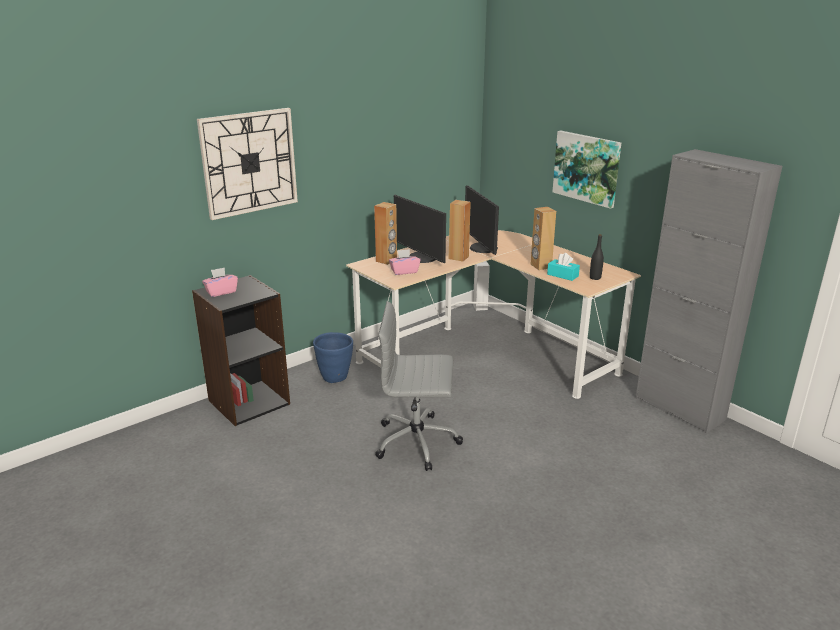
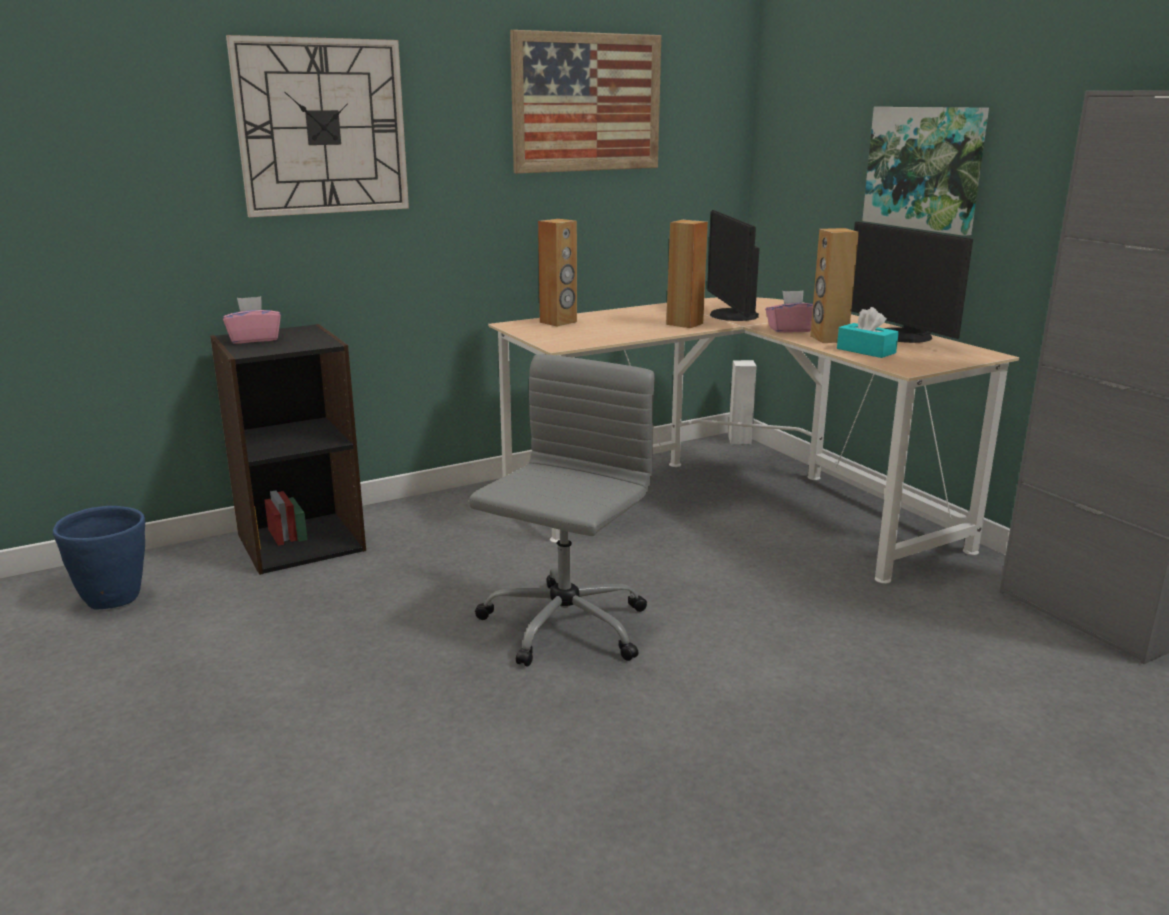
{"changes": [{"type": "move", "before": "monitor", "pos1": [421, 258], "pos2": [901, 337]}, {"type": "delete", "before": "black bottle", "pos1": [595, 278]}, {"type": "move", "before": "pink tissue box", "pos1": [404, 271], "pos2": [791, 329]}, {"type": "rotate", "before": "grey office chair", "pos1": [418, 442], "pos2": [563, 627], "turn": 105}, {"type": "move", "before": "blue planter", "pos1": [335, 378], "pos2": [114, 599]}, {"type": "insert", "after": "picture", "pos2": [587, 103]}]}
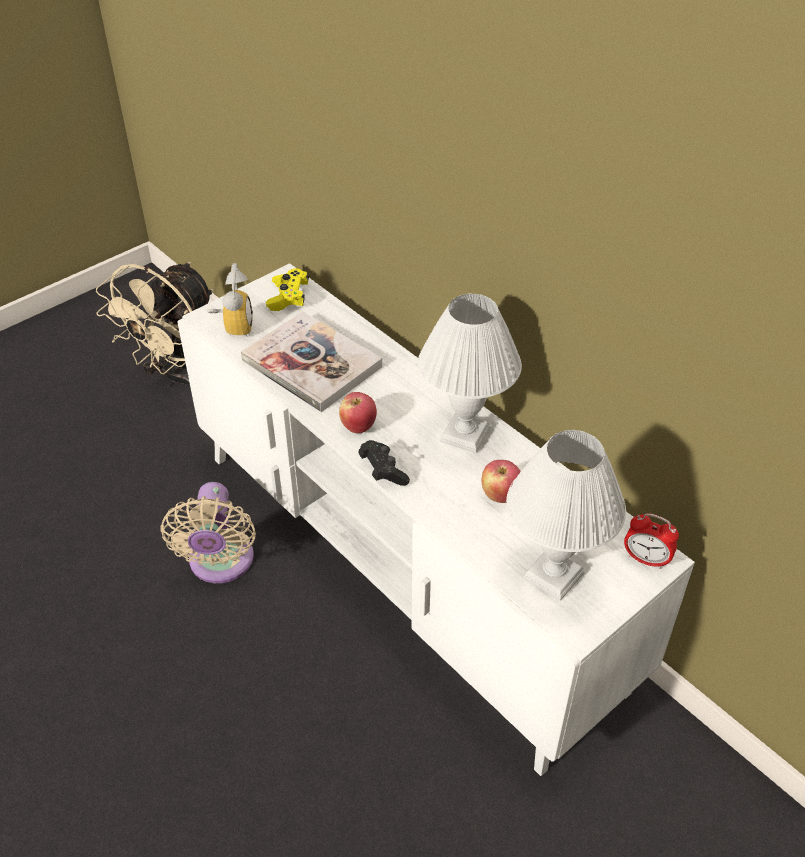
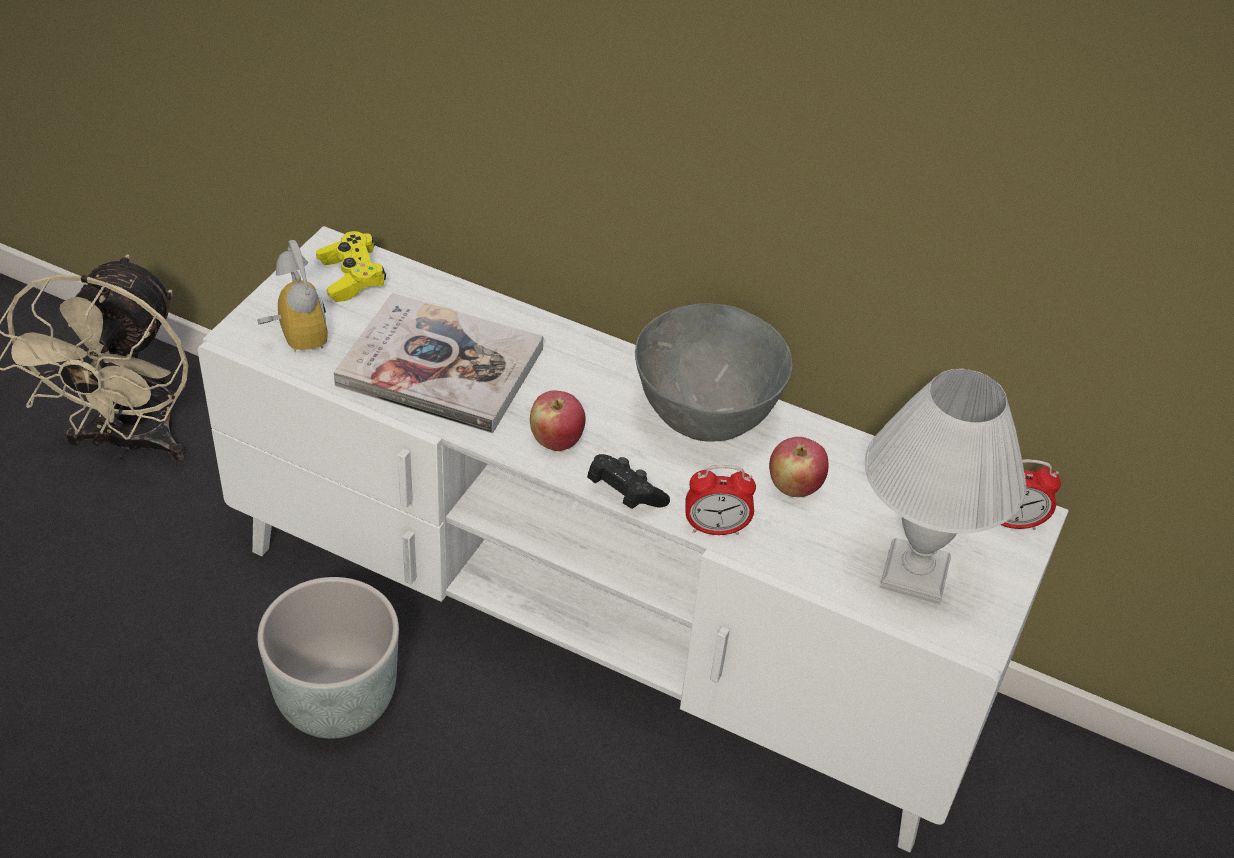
{"changes": [{"type": "replace", "before": "white table lamp", "after": "grey bowl", "pos1": [465, 435], "pos2": [706, 418]}, {"type": "replace", "before": "beige fan", "after": "grey planter", "pos1": [220, 564], "pos2": [337, 701]}, {"type": "insert", "after": "alarm clock", "pos2": [716, 528]}]}
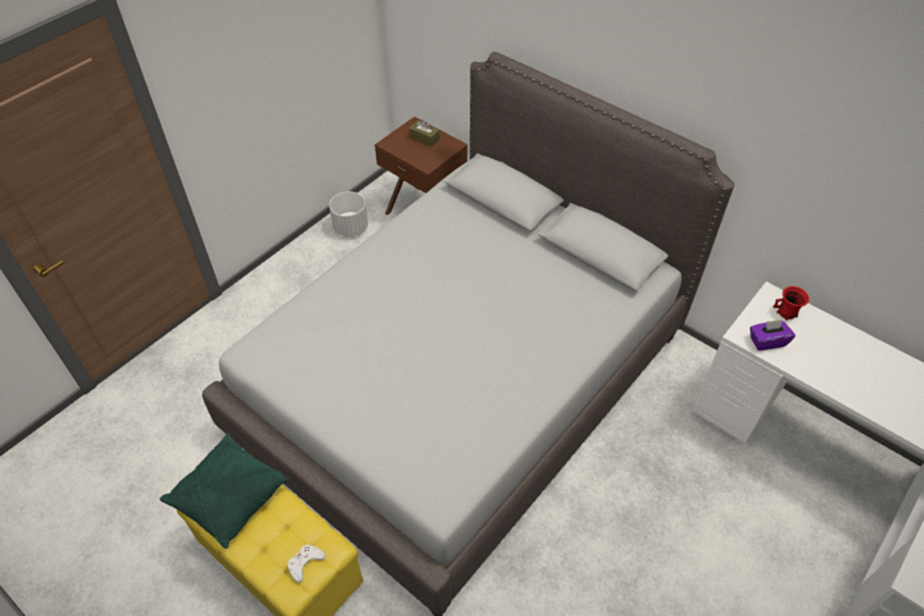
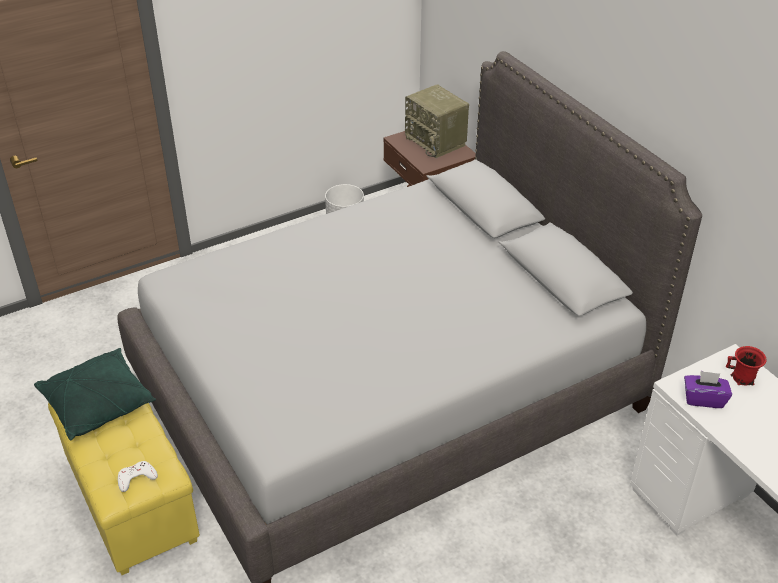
{"changes": [{"type": "replace", "before": "brown tissue box", "after": "radio", "pos1": [424, 138], "pos2": [436, 141]}]}
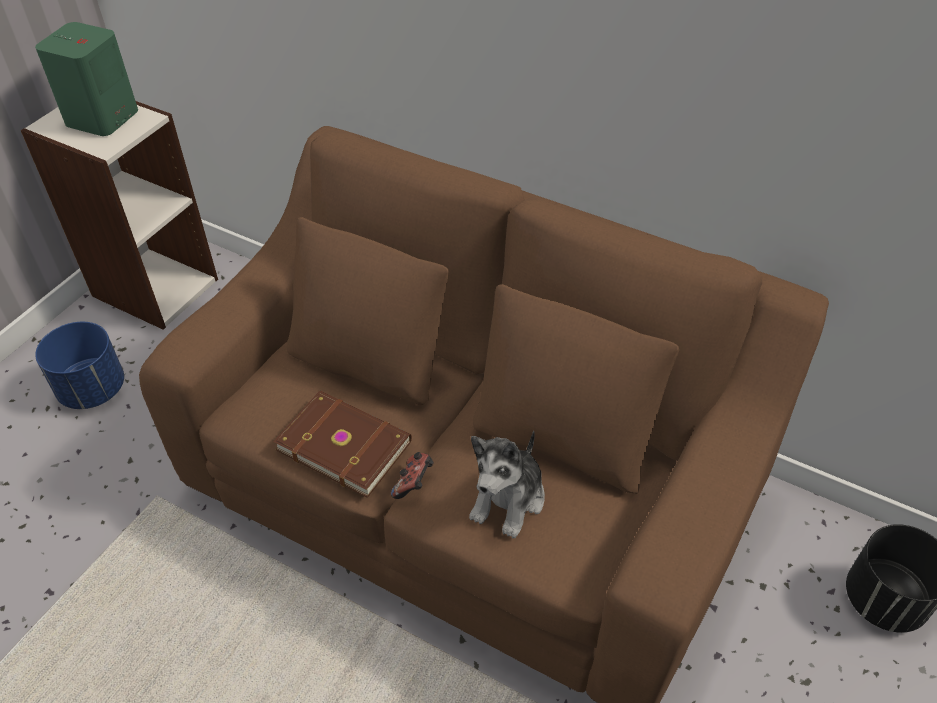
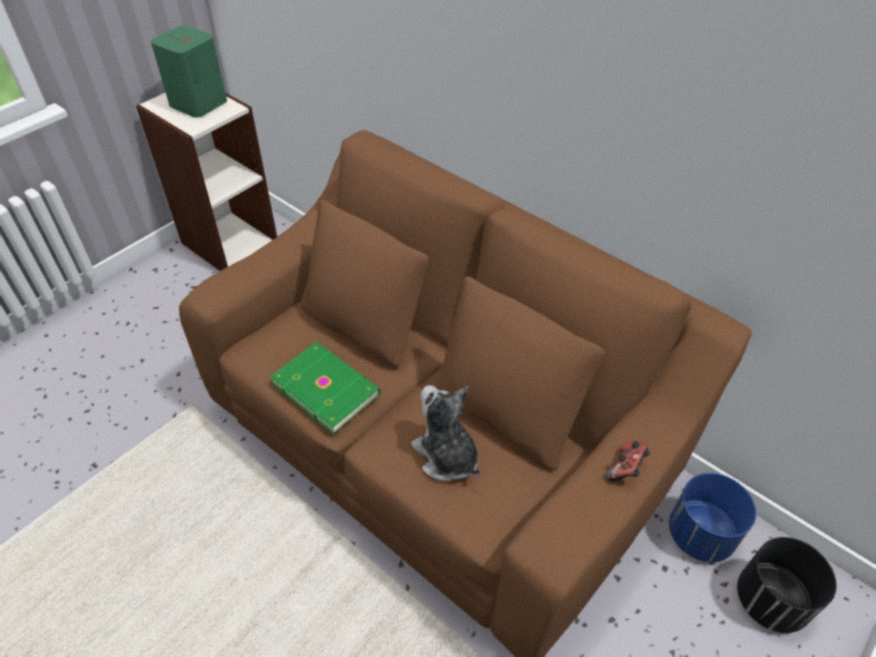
{"changes": [{"type": "move", "before": "blue planter", "pos1": [92, 390], "pos2": [699, 535]}, {"type": "recolor", "before": "brown book", "after": "green book", "pos1": [344, 444], "pos2": [326, 387]}, {"type": "rotate", "before": "plush toy", "pos1": [509, 499], "pos2": [446, 456], "turn": 105}, {"type": "move", "before": "game controller", "pos1": [414, 483], "pos2": [625, 469]}]}
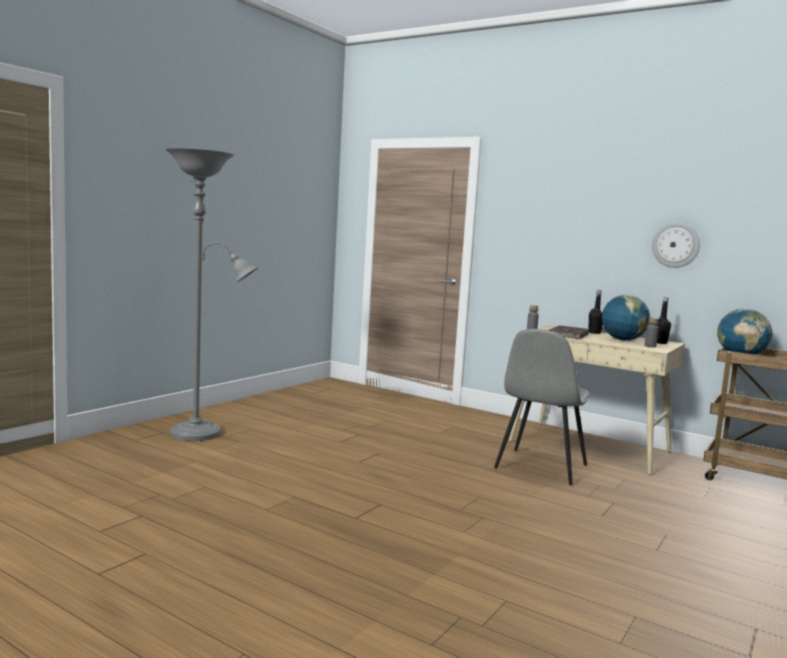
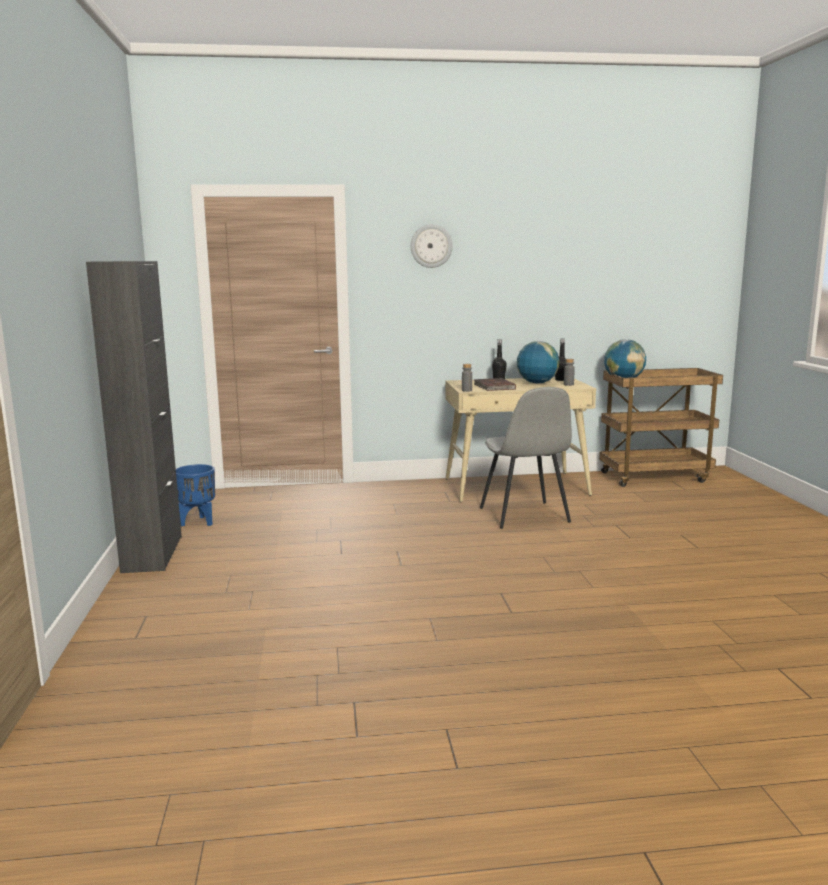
{"changes": [{"type": "delete", "before": "grey floor lamp", "pos1": [202, 434]}, {"type": "move", "before": "wall clock", "pos1": [676, 245], "pos2": [431, 246]}, {"type": "insert", "after": "black cabinet", "pos2": [152, 554]}, {"type": "insert", "after": "blue planter", "pos2": [198, 522]}]}
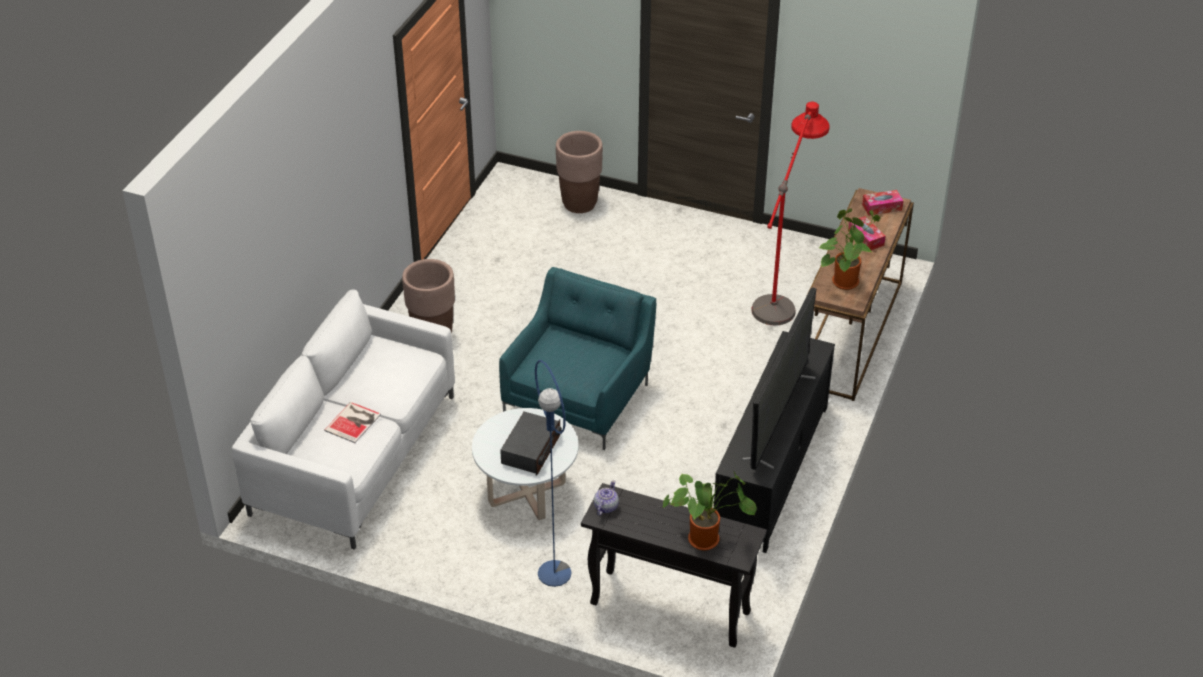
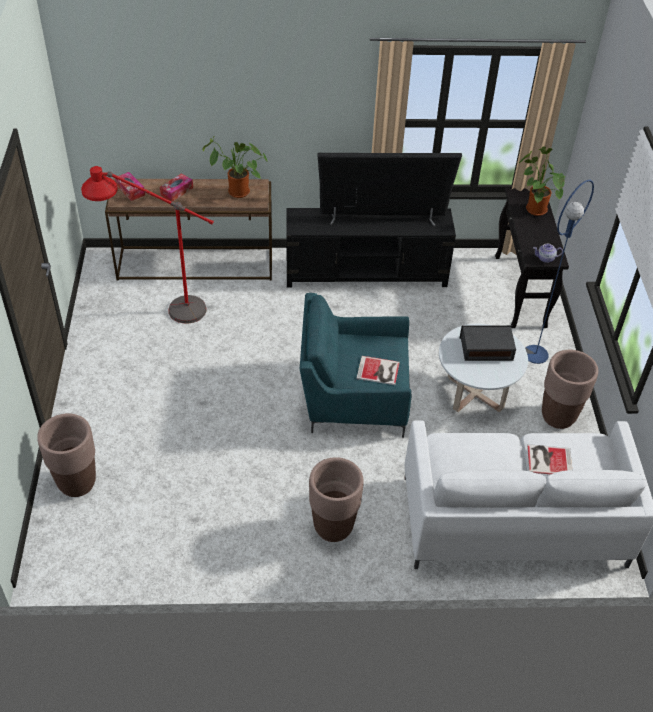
{"changes": [{"type": "insert", "after": "brown planter", "pos2": [558, 416]}, {"type": "insert", "after": "book", "pos2": [379, 371]}]}
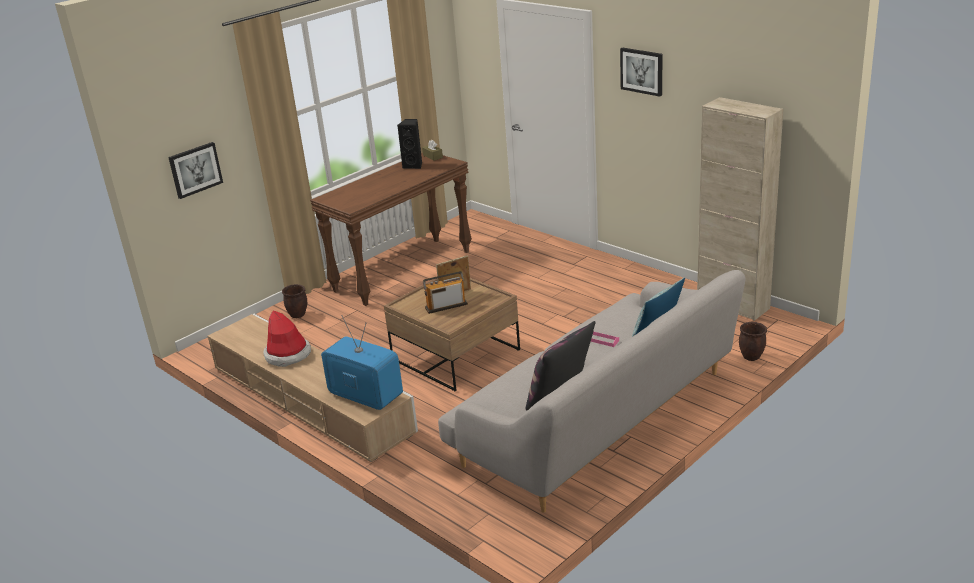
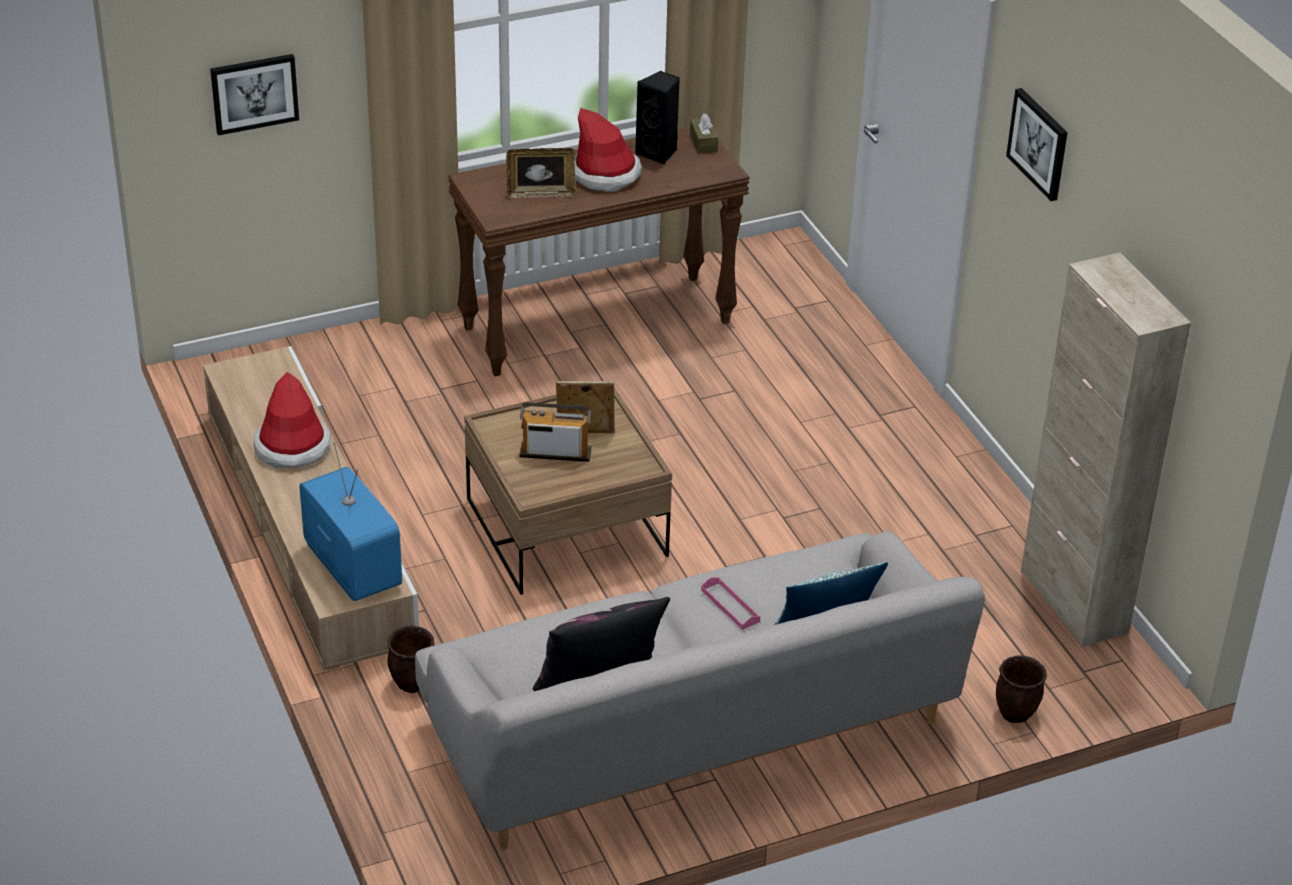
{"changes": [{"type": "move", "before": "brown planter", "pos1": [298, 315], "pos2": [411, 684]}, {"type": "insert", "after": "hat", "pos2": [605, 174]}, {"type": "insert", "after": "picture frame", "pos2": [541, 194]}]}
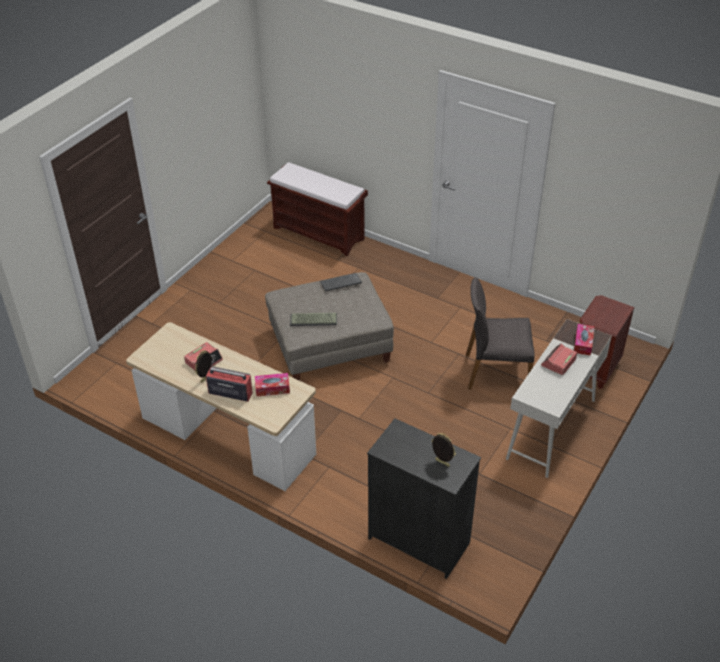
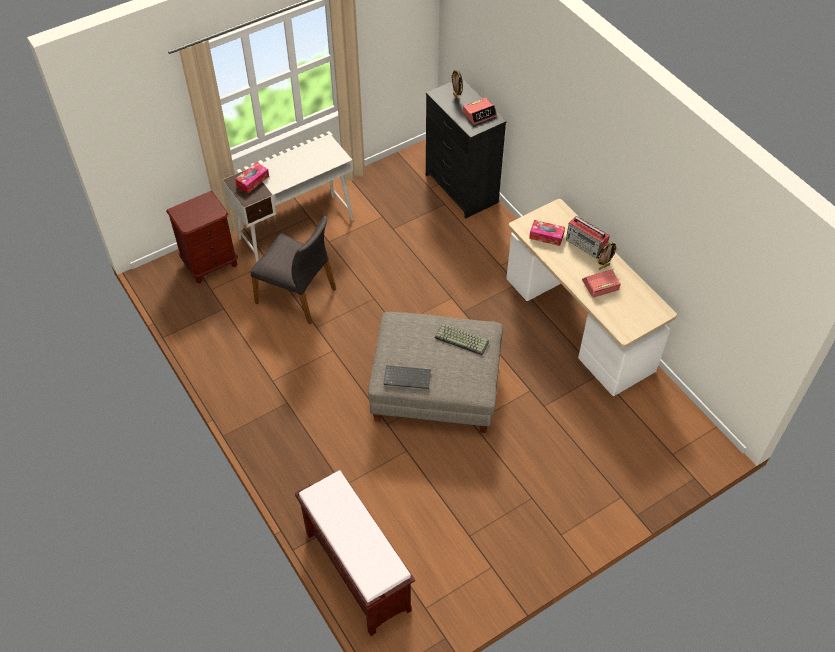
{"changes": [{"type": "move", "before": "alarm clock", "pos1": [558, 362], "pos2": [479, 114]}]}
